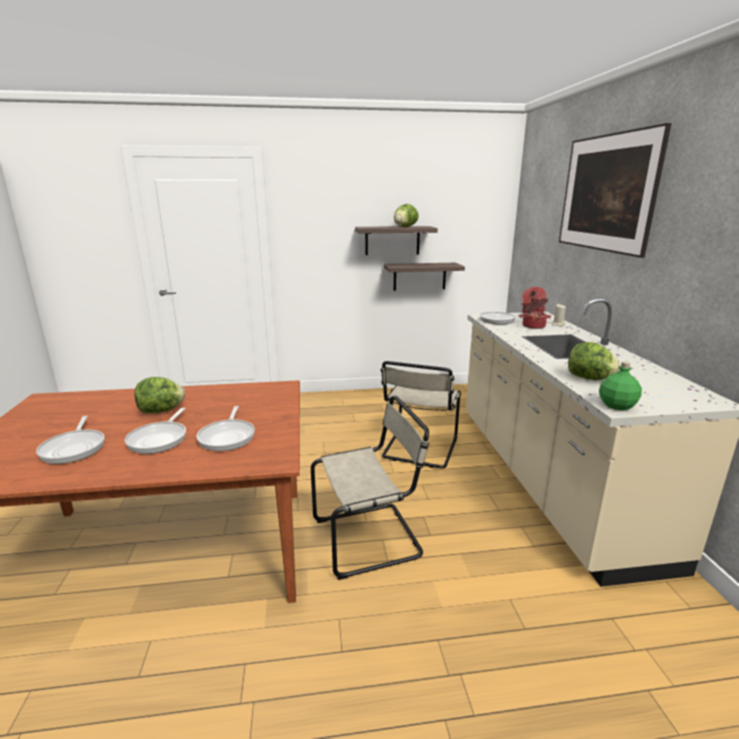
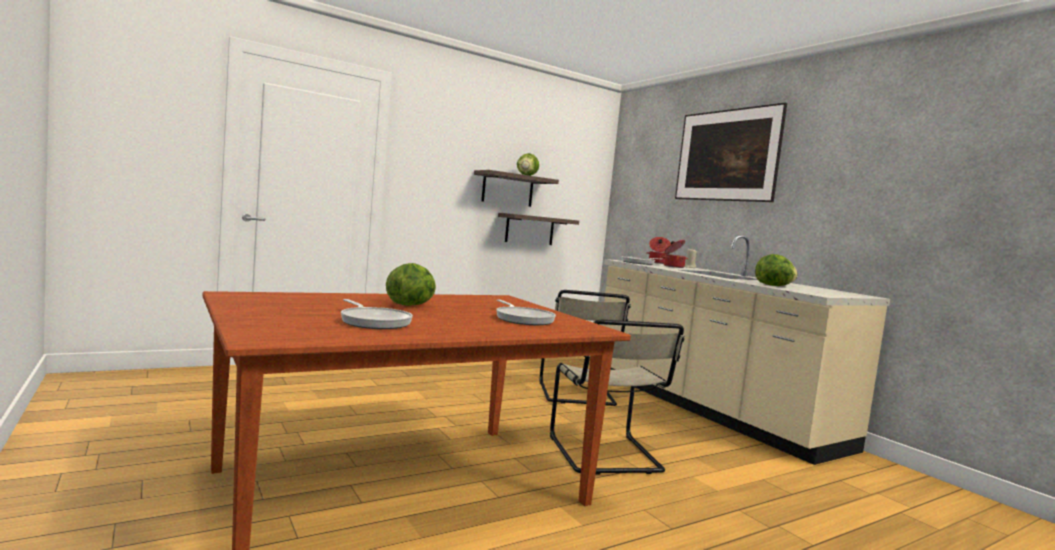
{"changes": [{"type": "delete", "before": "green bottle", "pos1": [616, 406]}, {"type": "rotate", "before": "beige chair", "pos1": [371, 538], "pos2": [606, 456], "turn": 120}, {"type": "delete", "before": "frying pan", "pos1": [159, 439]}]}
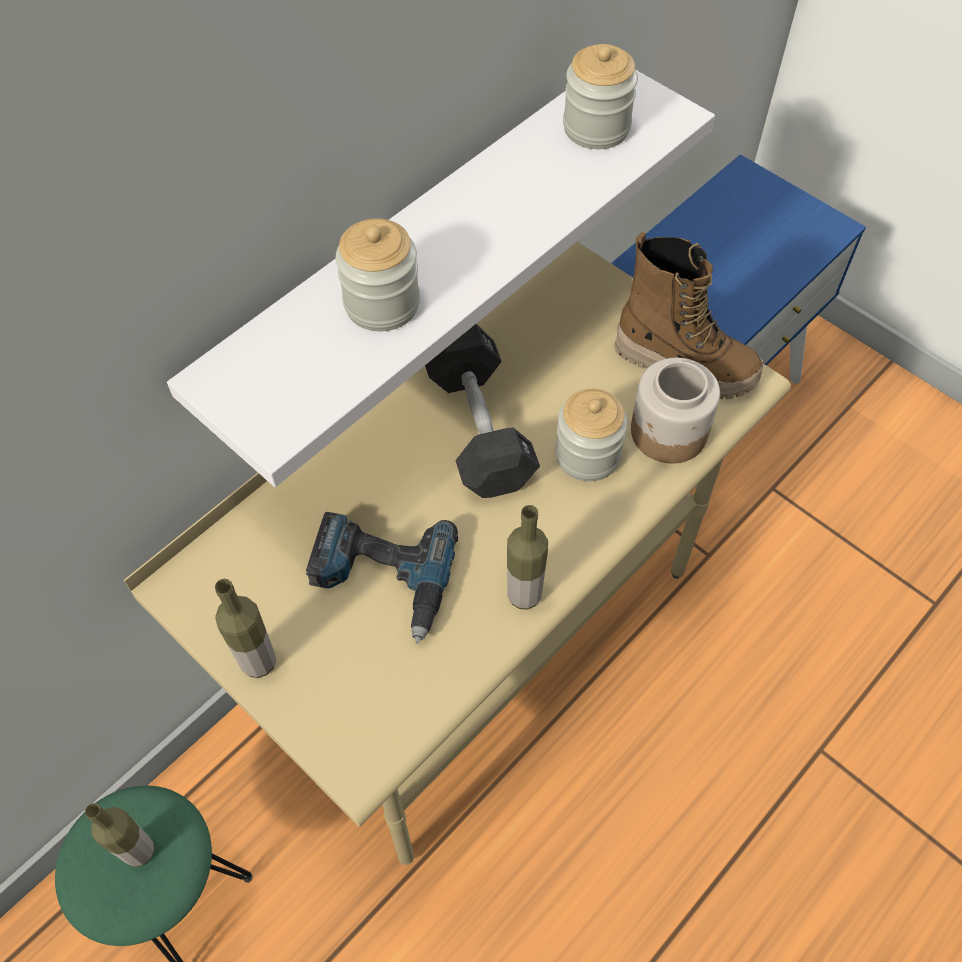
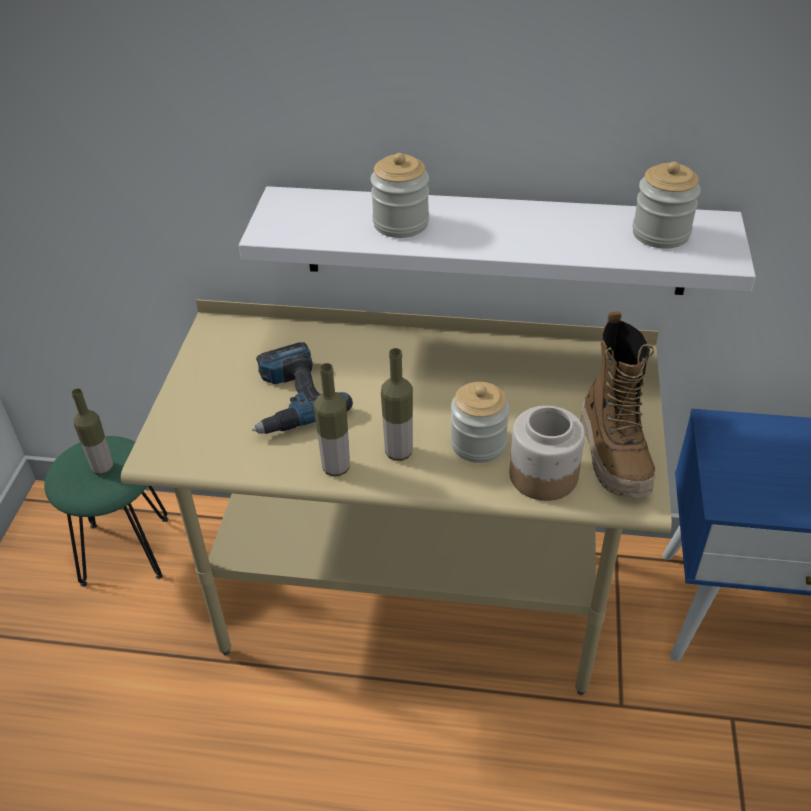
{"changes": [{"type": "delete", "before": "black dumbbell", "pos1": [479, 428]}, {"type": "move", "before": "bottle", "pos1": [259, 662], "pos2": [398, 452]}]}
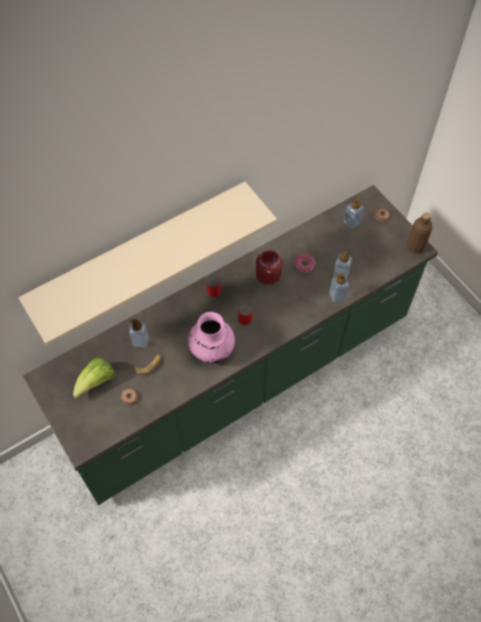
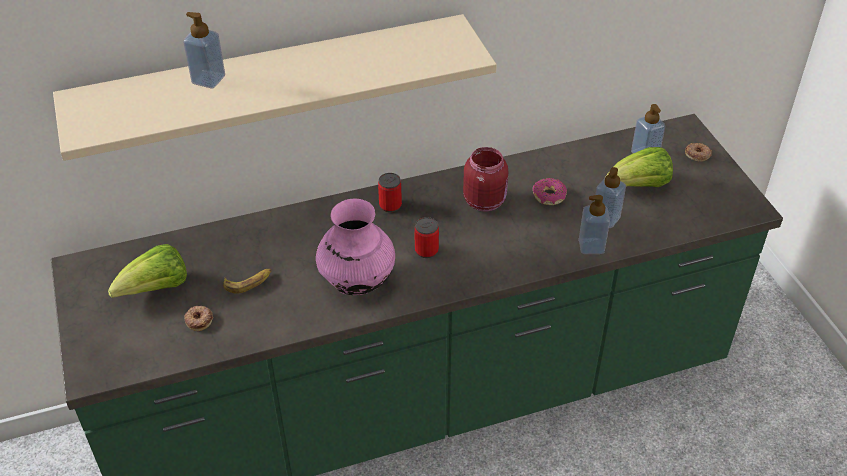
{"changes": [{"type": "delete", "before": "brown bottle", "pos1": [415, 246]}, {"type": "move", "before": "soap dispenser", "pos1": [140, 341], "pos2": [208, 79]}, {"type": "insert", "after": "lettuce", "pos2": [638, 186]}]}
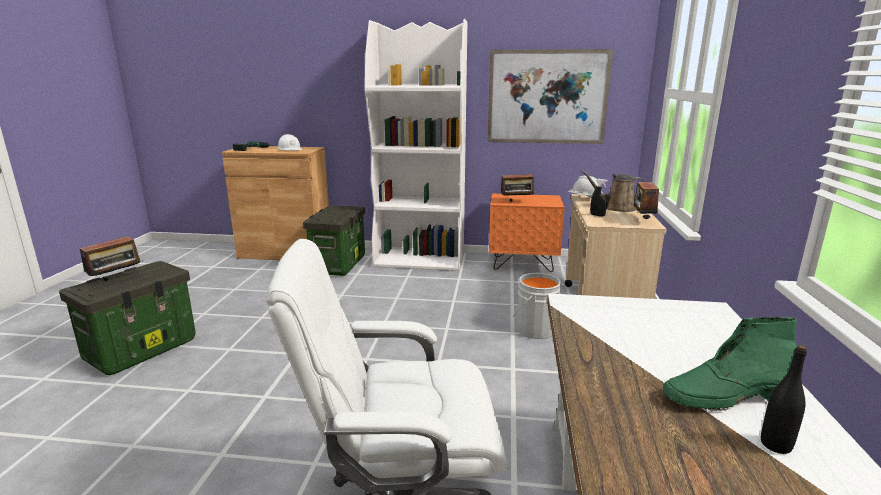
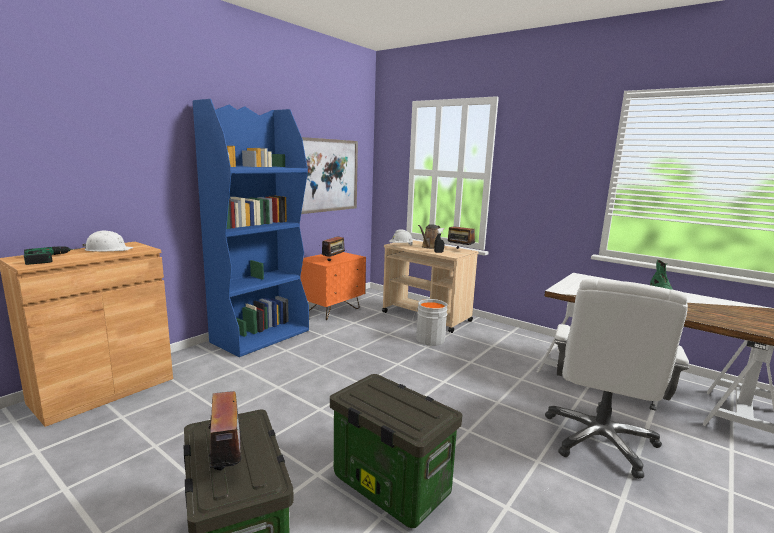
{"changes": [{"type": "recolor", "before": "white bookcase", "after": "blue bookcase", "pos1": [420, 259], "pos2": [261, 336]}, {"type": "move", "before": "storage box", "pos1": [338, 264], "pos2": [388, 485]}, {"type": "delete", "before": "black bottle", "pos1": [775, 445]}]}
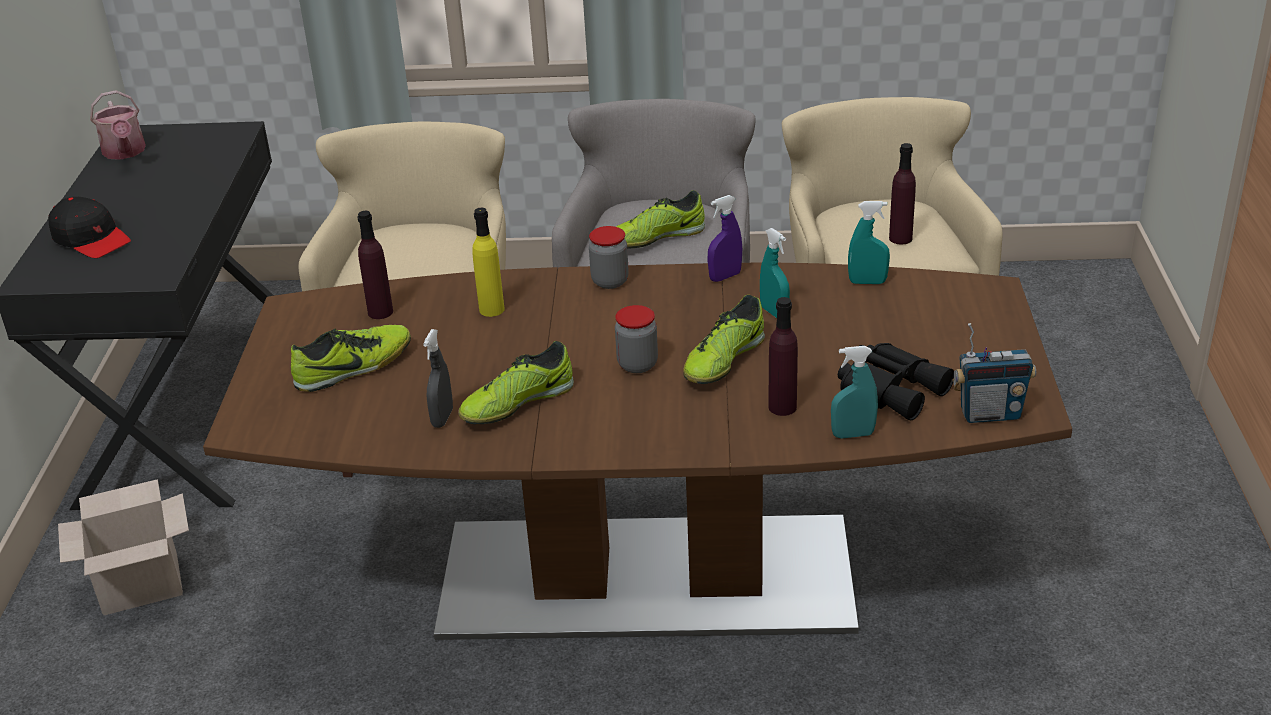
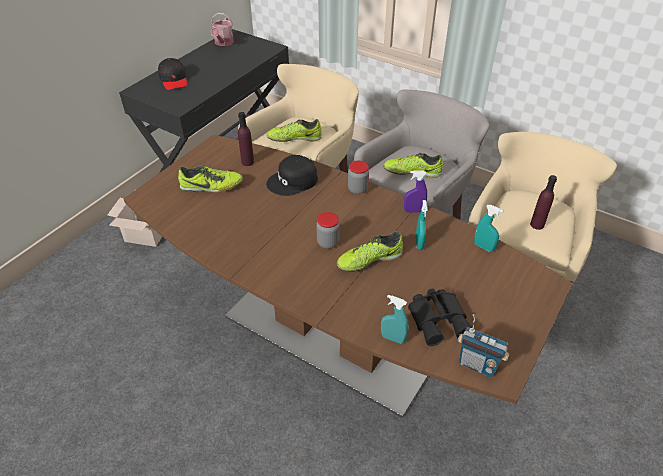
{"changes": [{"type": "replace", "before": "yellow bottle", "after": "black cap", "pos1": [491, 309], "pos2": [293, 181]}, {"type": "delete", "before": "purple bottle", "pos1": [782, 407]}, {"type": "delete", "before": "grey spray bottle", "pos1": [442, 418]}, {"type": "move", "before": "shoe", "pos1": [517, 403], "pos2": [294, 138]}]}
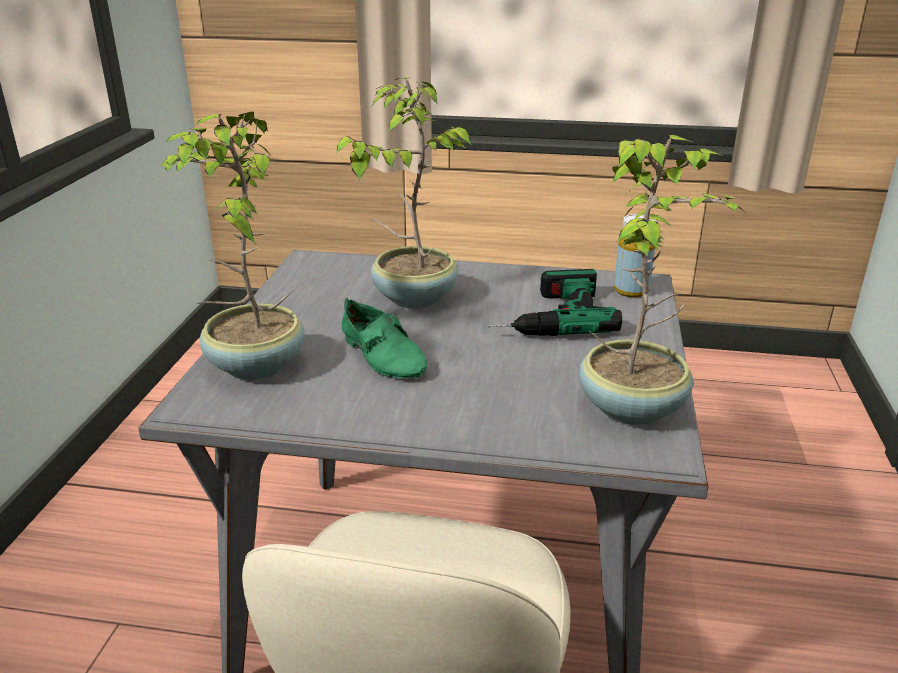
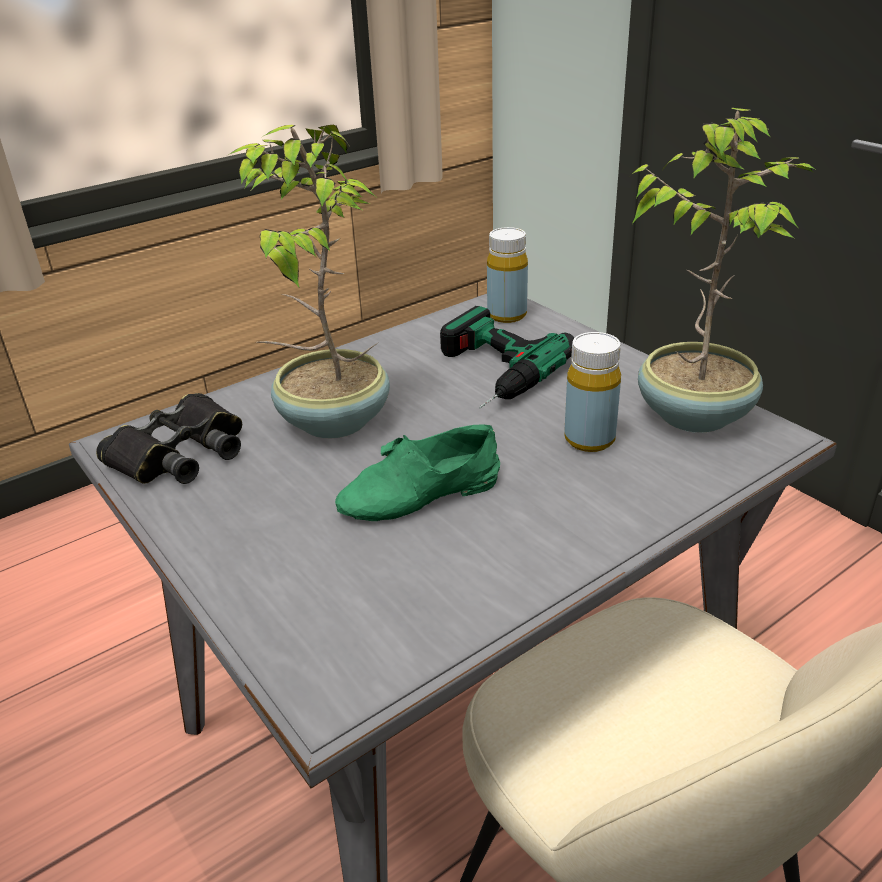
{"changes": [{"type": "delete", "before": "potted plant", "pos1": [253, 366]}, {"type": "rotate", "before": "green shoe", "pos1": [384, 354], "pos2": [421, 495], "turn": 150}, {"type": "insert", "after": "yellow bottle", "pos2": [589, 439]}, {"type": "insert", "after": "black binoculars", "pos2": [180, 453]}]}
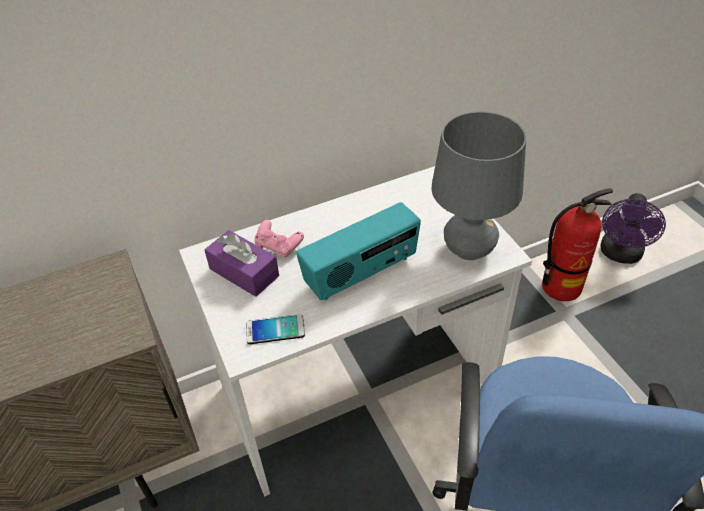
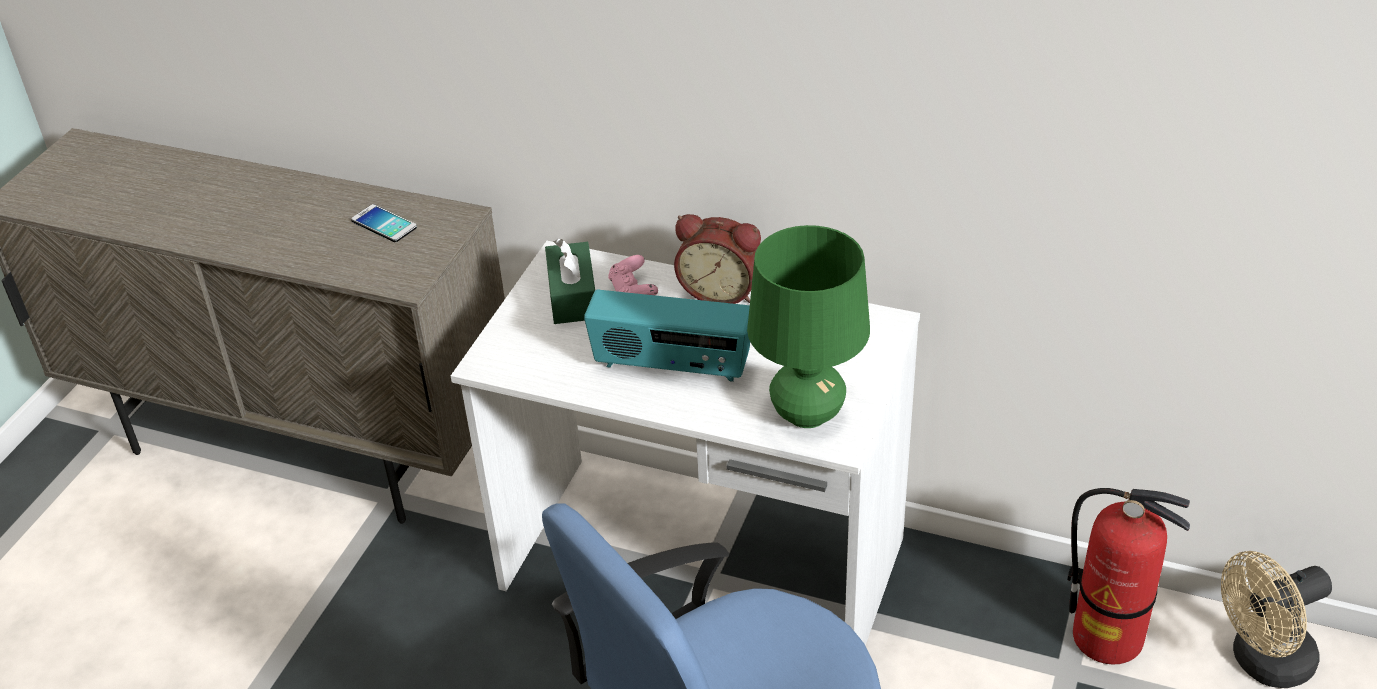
{"changes": [{"type": "recolor", "before": "grey table lamp", "after": "green table lamp", "pos1": [468, 250], "pos2": [807, 414]}, {"type": "recolor", "before": "purple fan", "after": "beige fan", "pos1": [620, 255], "pos2": [1262, 662]}, {"type": "recolor", "before": "purple tissue box", "after": "green tissue box", "pos1": [244, 272], "pos2": [572, 296]}, {"type": "move", "before": "phone", "pos1": [275, 330], "pos2": [384, 224]}, {"type": "insert", "after": "alarm clock", "pos2": [721, 290]}]}
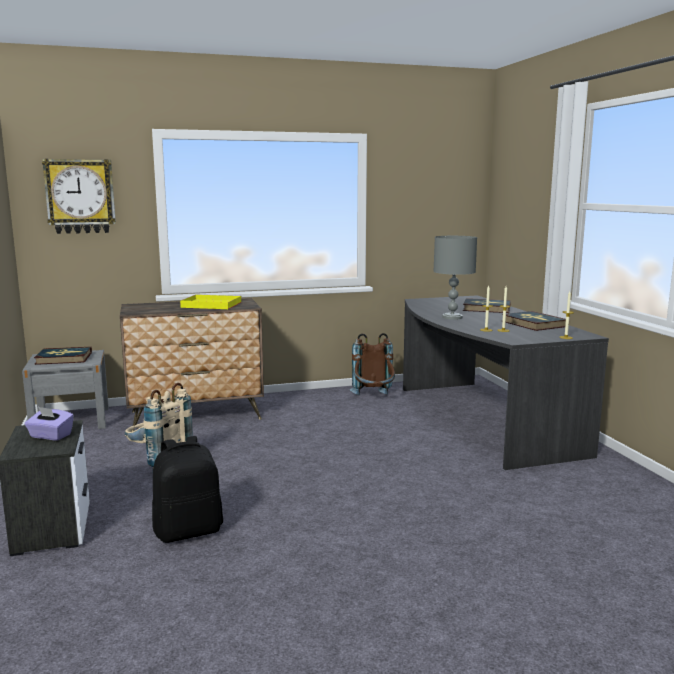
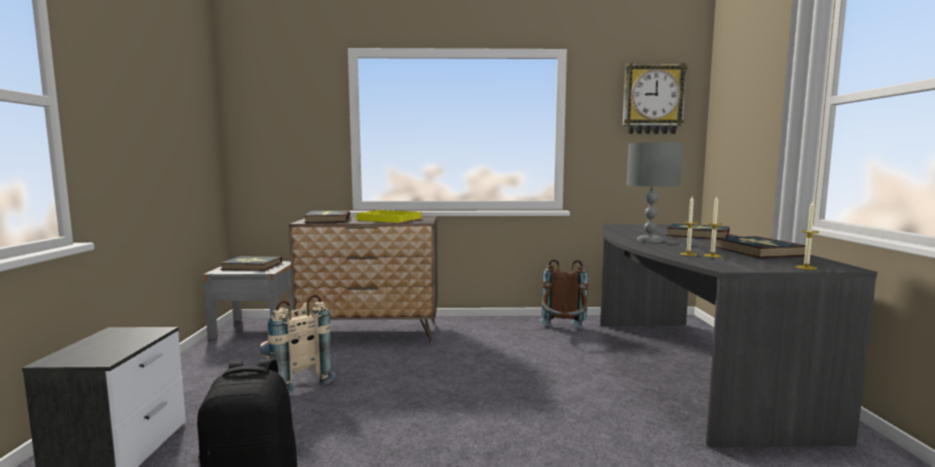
{"changes": [{"type": "move", "before": "wall clock", "pos1": [80, 196], "pos2": [652, 99]}, {"type": "delete", "before": "purple tissue box", "pos1": [50, 436]}, {"type": "insert", "after": "book", "pos2": [327, 219]}]}
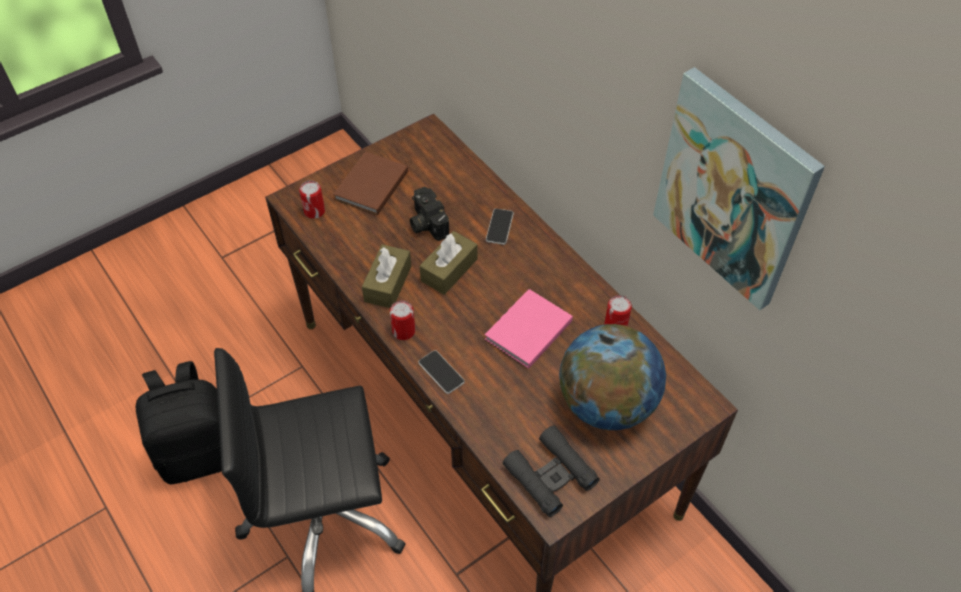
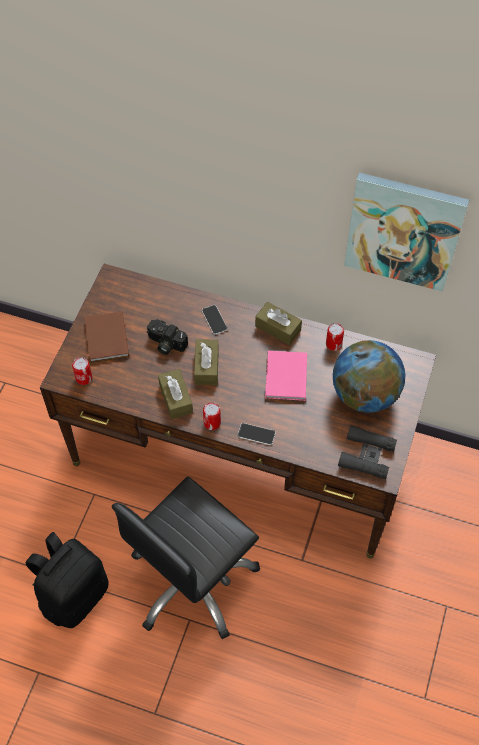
{"changes": [{"type": "insert", "after": "brown tissue box", "pos2": [278, 328]}]}
